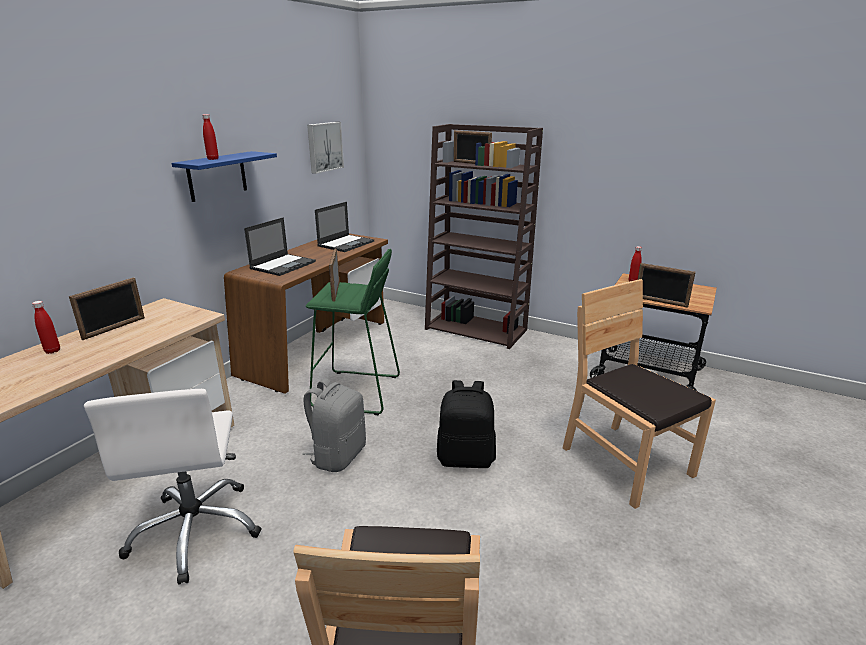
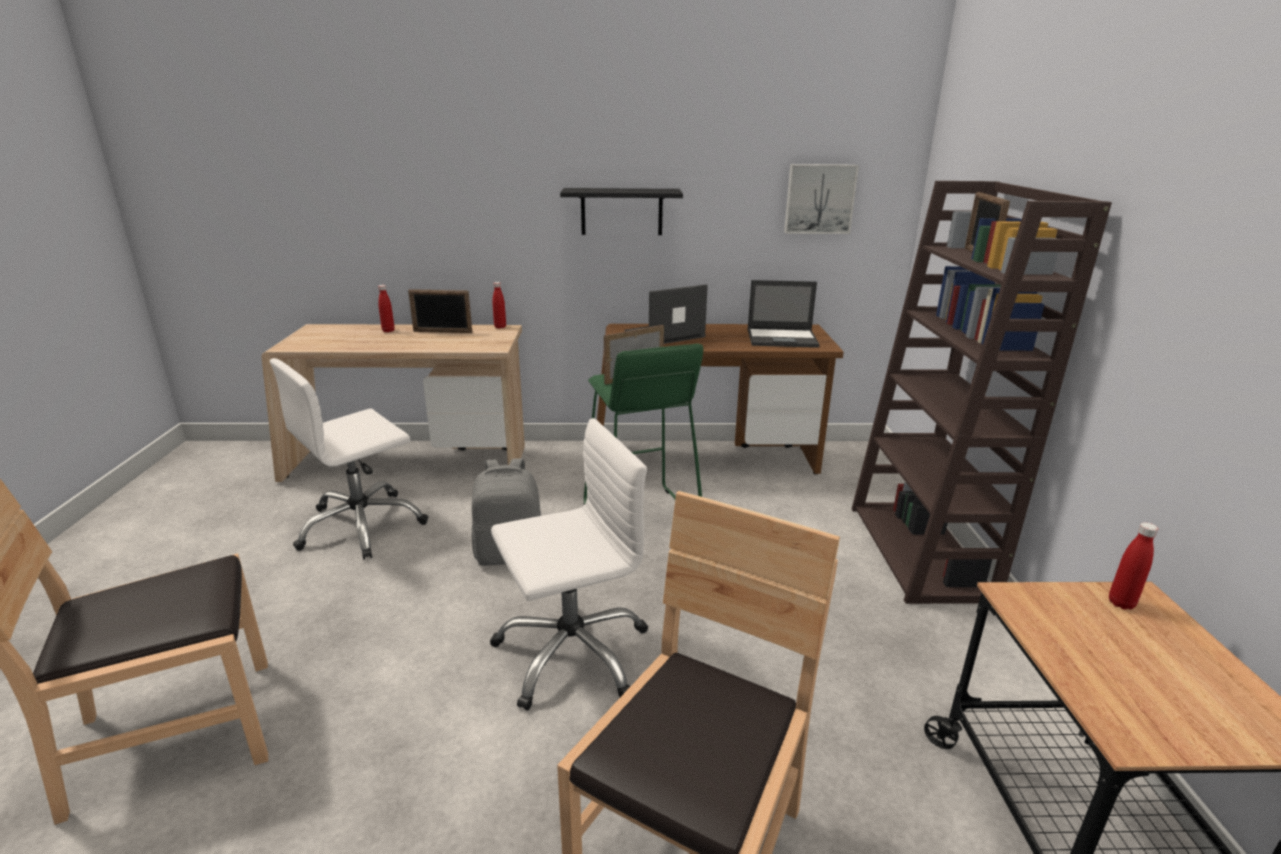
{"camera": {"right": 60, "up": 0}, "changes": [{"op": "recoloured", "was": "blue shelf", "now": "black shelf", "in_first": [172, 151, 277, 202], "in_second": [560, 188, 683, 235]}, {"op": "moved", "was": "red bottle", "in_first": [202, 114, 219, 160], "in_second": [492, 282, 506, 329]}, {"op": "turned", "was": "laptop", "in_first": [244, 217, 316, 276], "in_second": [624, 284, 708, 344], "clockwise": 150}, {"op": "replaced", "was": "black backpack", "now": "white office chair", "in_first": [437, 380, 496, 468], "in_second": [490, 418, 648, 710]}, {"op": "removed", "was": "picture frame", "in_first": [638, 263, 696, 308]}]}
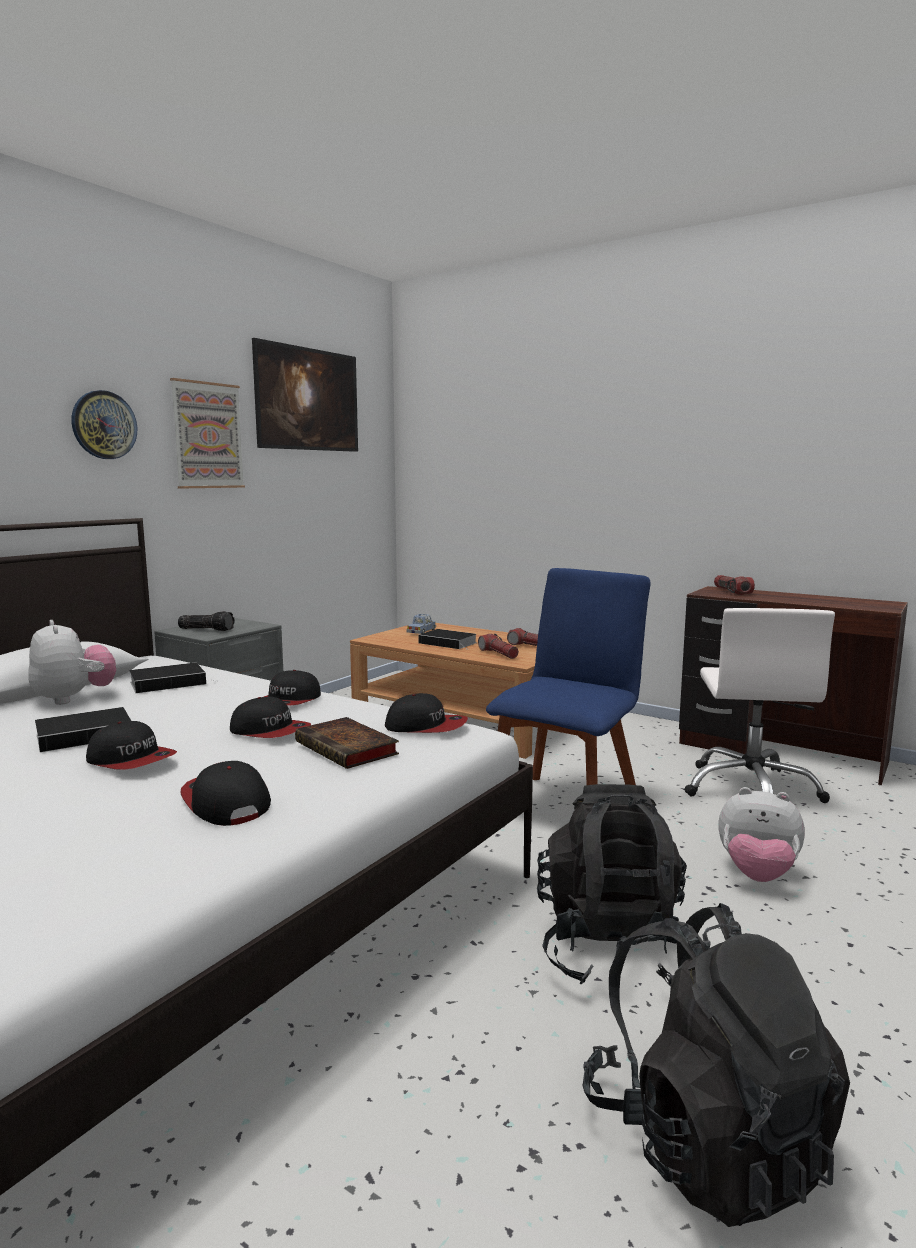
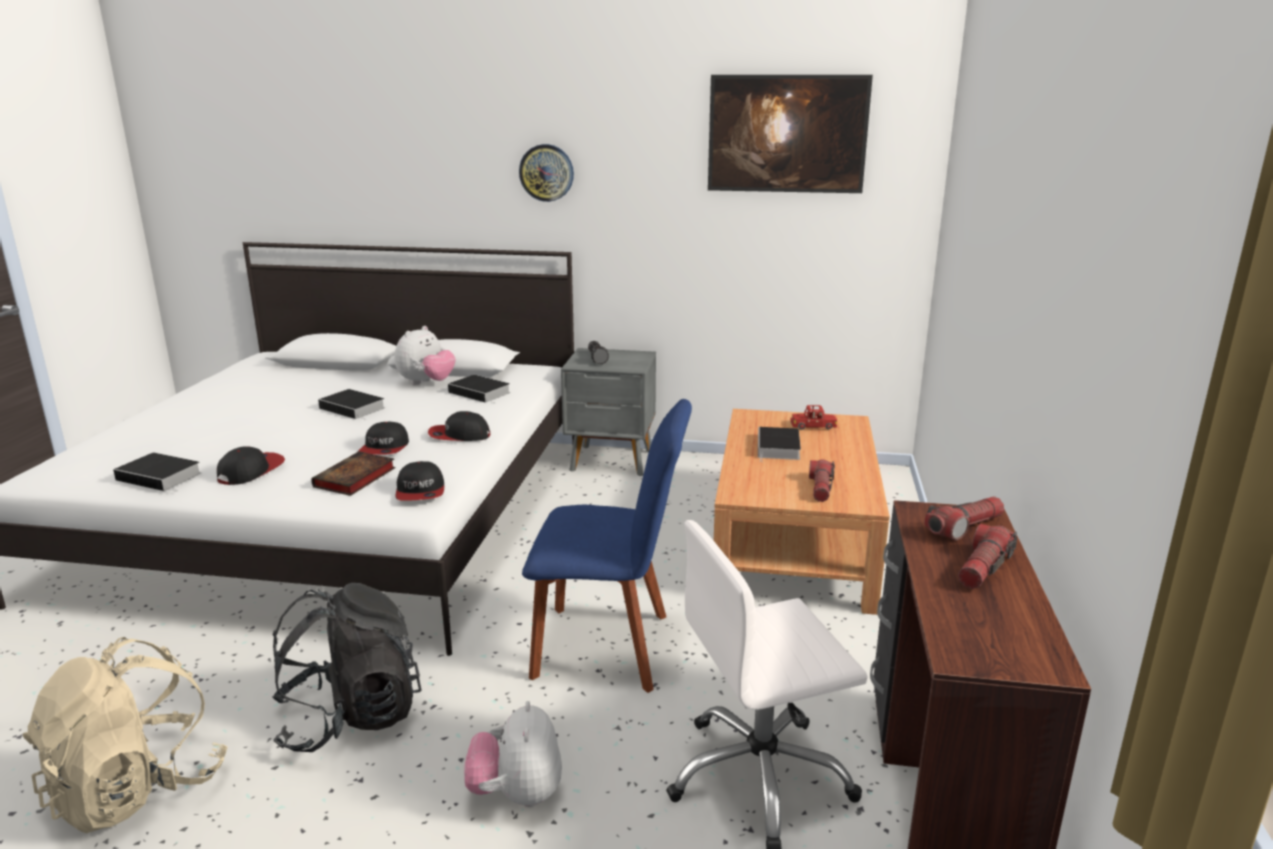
{"camera": {"right": 65, "up": 10}, "changes": [{"op": "removed", "was": "cap", "in_first": [86, 721, 177, 770]}, {"op": "removed", "was": "picture", "in_first": [170, 378, 245, 488]}, {"op": "recoloured", "was": "blue toy car", "now": "red toy car", "in_first": [407, 614, 436, 634], "in_second": [790, 405, 837, 430]}, {"op": "moved", "was": "flashlight", "in_first": [478, 634, 519, 659], "in_second": [958, 524, 1018, 589]}, {"op": "recoloured", "was": "black backpack", "now": "beige backpack", "in_first": [583, 903, 850, 1227], "in_second": [23, 637, 228, 833]}, {"op": "added", "now": "book", "in_second": [113, 453, 201, 492]}]}
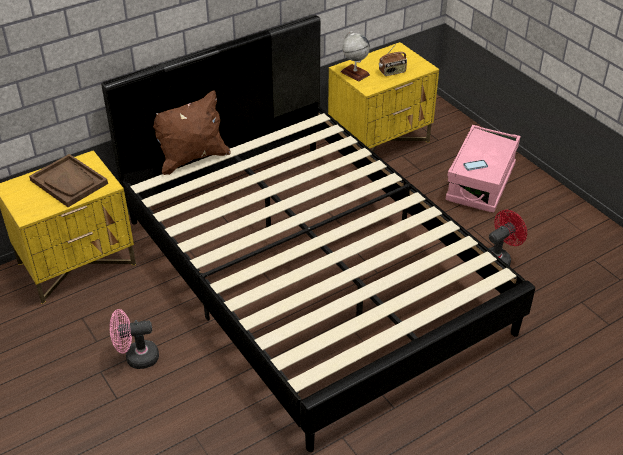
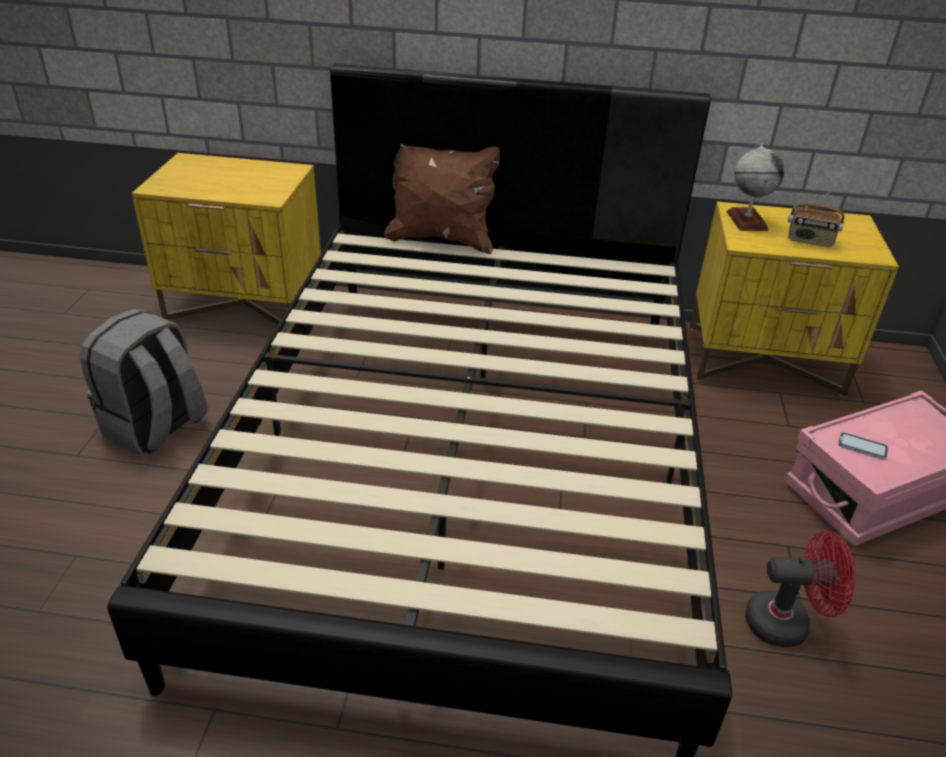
{"camera": {"right": 40, "up": -5}, "changes": [{"op": "removed", "was": "brown tray", "in_first": [29, 154, 108, 207]}, {"op": "replaced", "was": "pink fan", "now": "grey backpack", "in_first": [110, 309, 159, 369], "in_second": [80, 309, 208, 455]}]}
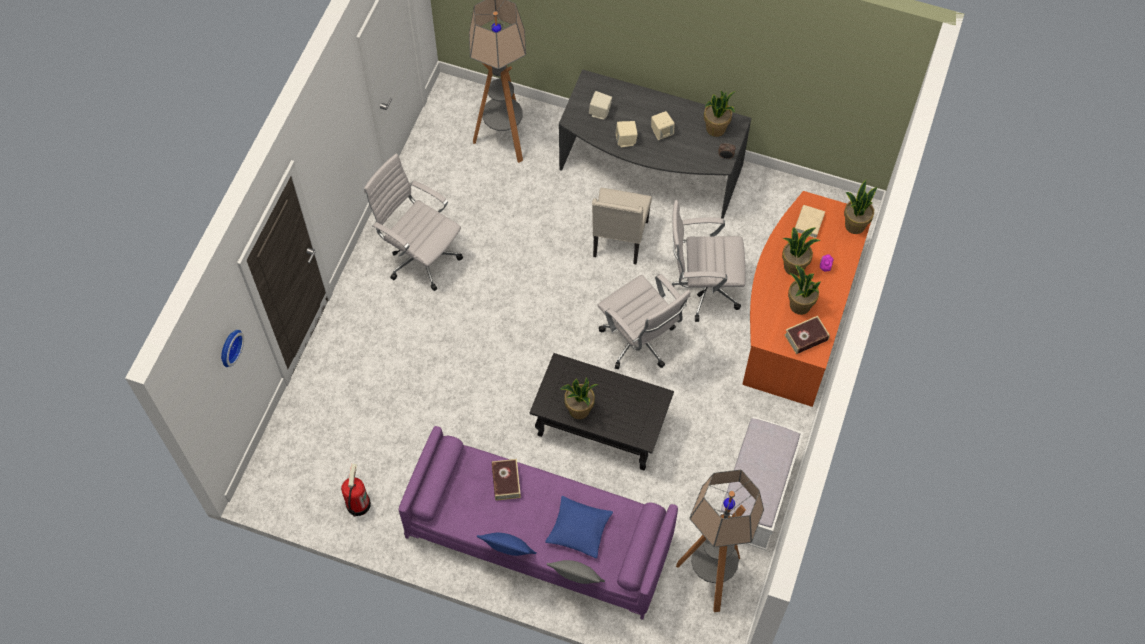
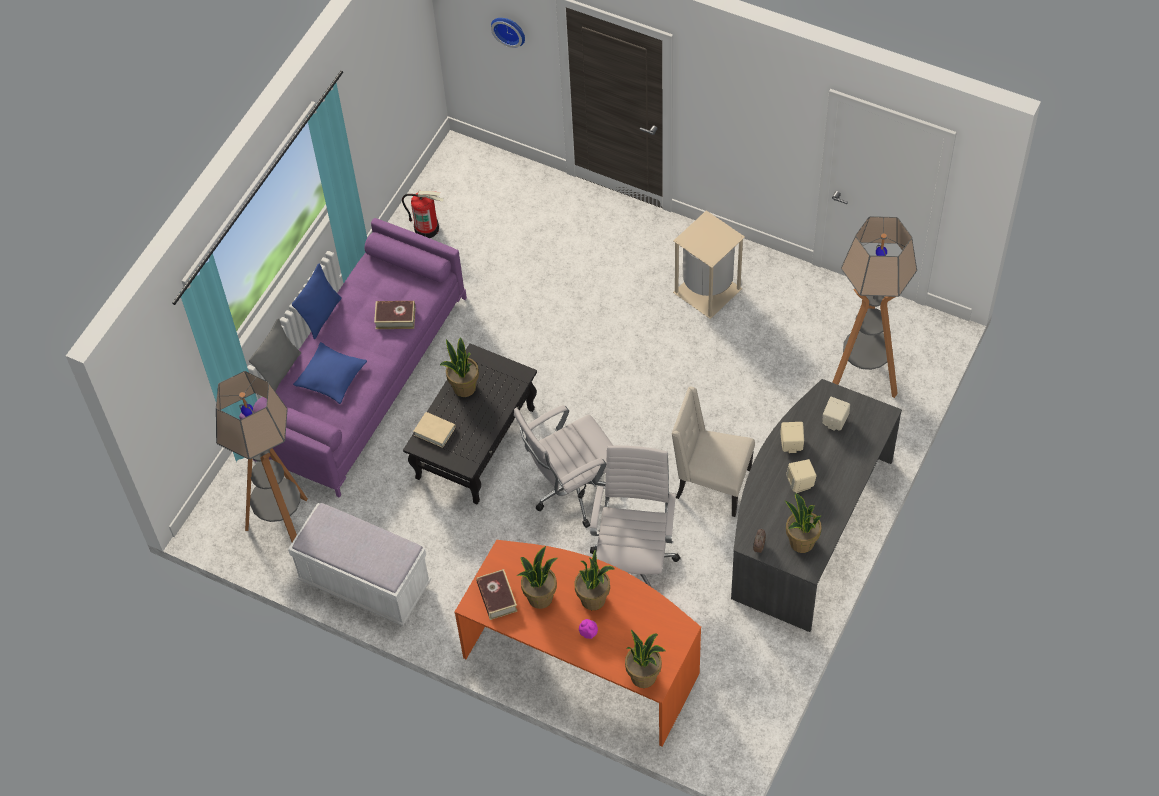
{"camera": {"right": 100, "up": -5}, "changes": [{"op": "replaced", "was": "white office chair", "now": "beige trash can", "in_first": [364, 154, 463, 291], "in_second": [673, 210, 745, 319]}, {"op": "moved", "was": "beige book", "in_first": [795, 205, 825, 238], "in_second": [413, 412, 456, 448]}]}
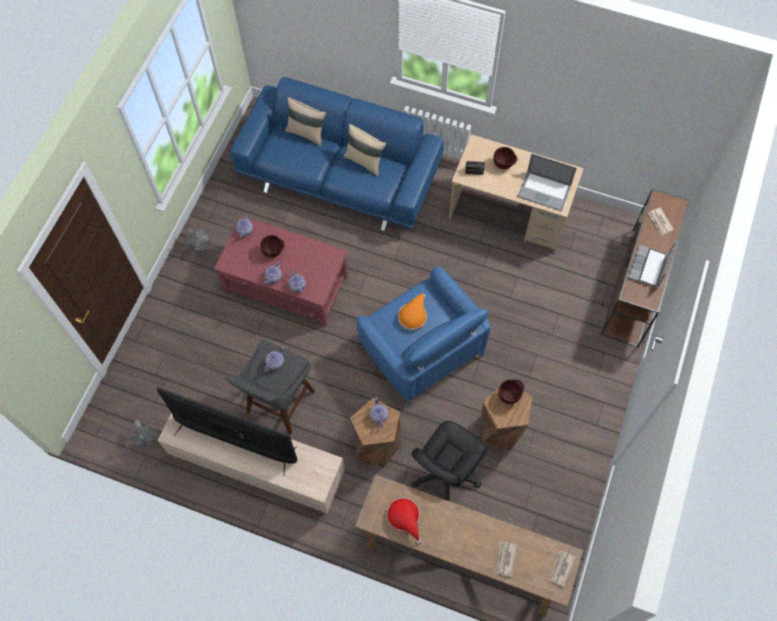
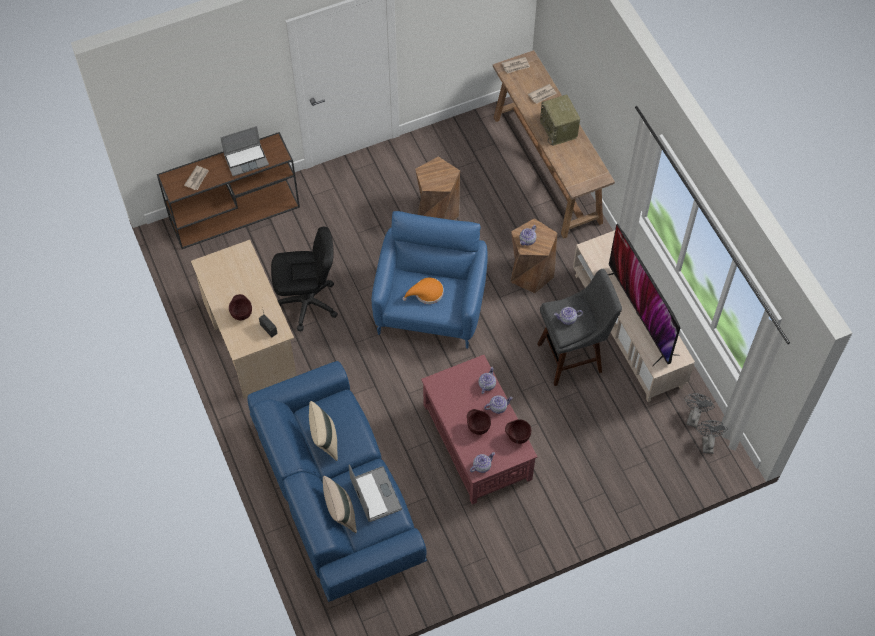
{"camera": {"right": -135, "up": -5}, "changes": [{"op": "moved", "was": "grey fan", "in_first": [186, 228, 211, 254], "in_second": [696, 420, 728, 454]}, {"op": "removed", "was": "red hat", "in_first": [387, 498, 421, 544]}, {"op": "moved", "was": "black office chair", "in_first": [411, 421, 486, 501], "in_second": [271, 227, 338, 332]}, {"op": "moved", "was": "brown bowl", "in_first": [498, 379, 524, 404], "in_second": [505, 419, 531, 444]}, {"op": "moved", "was": "laptop", "in_first": [518, 154, 577, 211], "in_second": [349, 464, 402, 522]}, {"op": "added", "now": "radio", "in_second": [540, 95, 580, 146]}]}
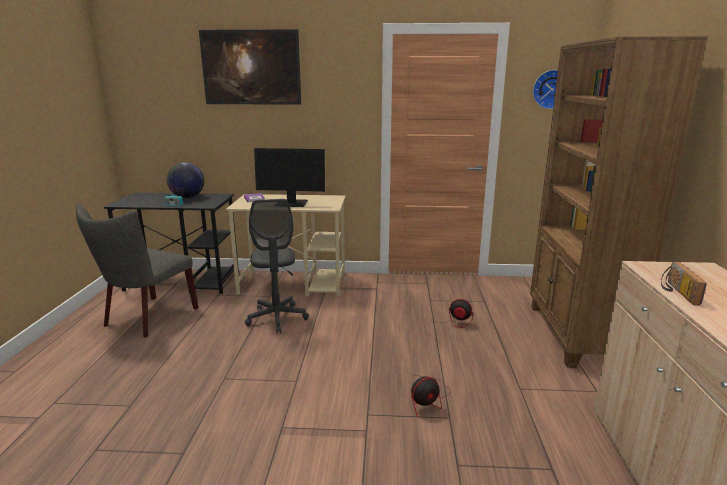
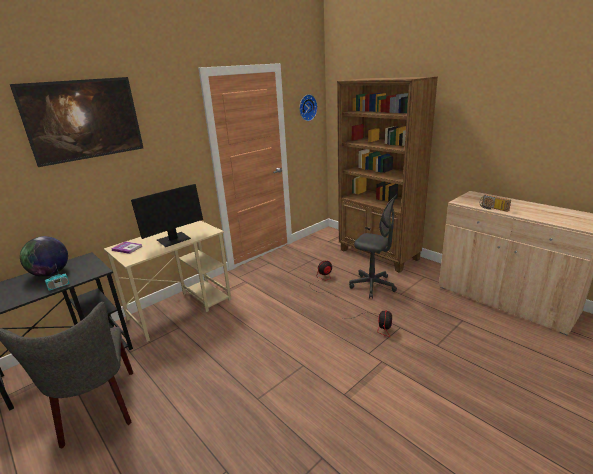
{"camera": {"right": -45, "up": 5}, "changes": [{"op": "moved", "was": "grey office chair", "in_first": [245, 199, 309, 334], "in_second": [349, 195, 397, 299]}]}
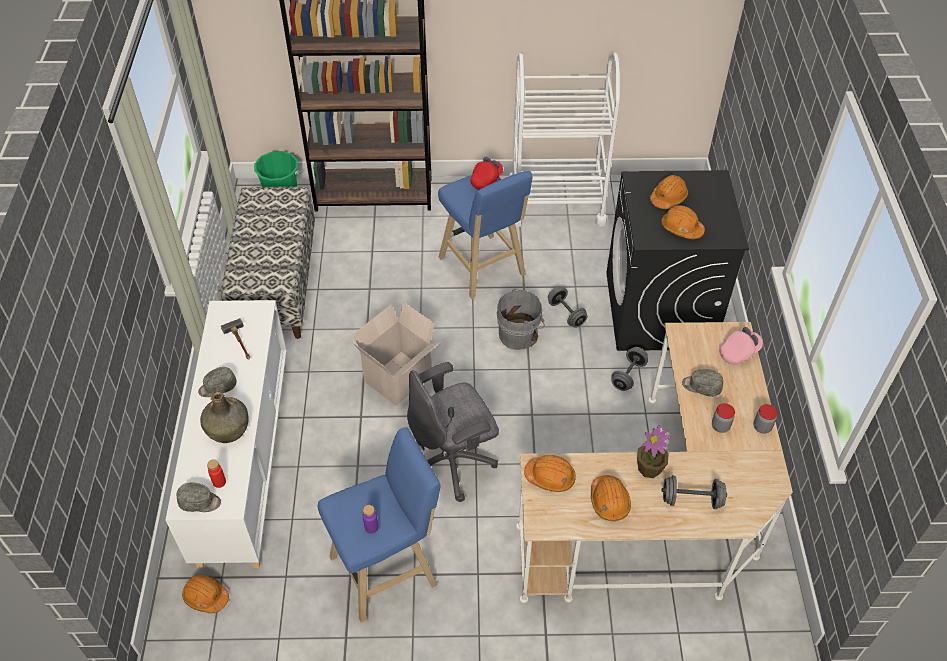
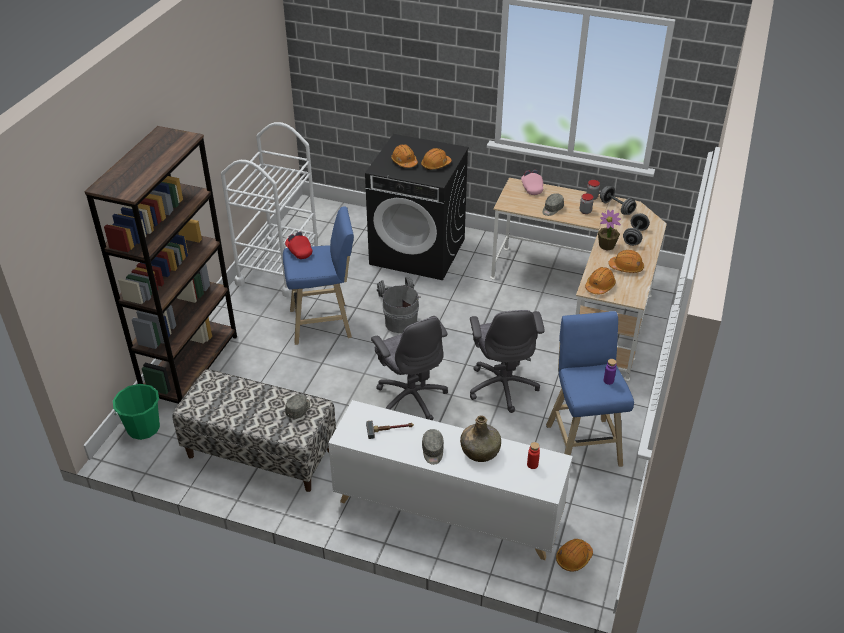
{"camera": {"right": -70, "up": -10}, "changes": [{"op": "moved", "was": "grey cap", "in_first": [177, 483, 221, 512], "in_second": [285, 394, 310, 419]}, {"op": "replaced", "was": "cardboard box", "now": "grey office chair", "in_first": [352, 302, 441, 406], "in_second": [371, 316, 448, 420]}, {"op": "moved", "was": "grey dumbbell", "in_first": [612, 347, 648, 391], "in_second": [600, 186, 636, 215]}]}
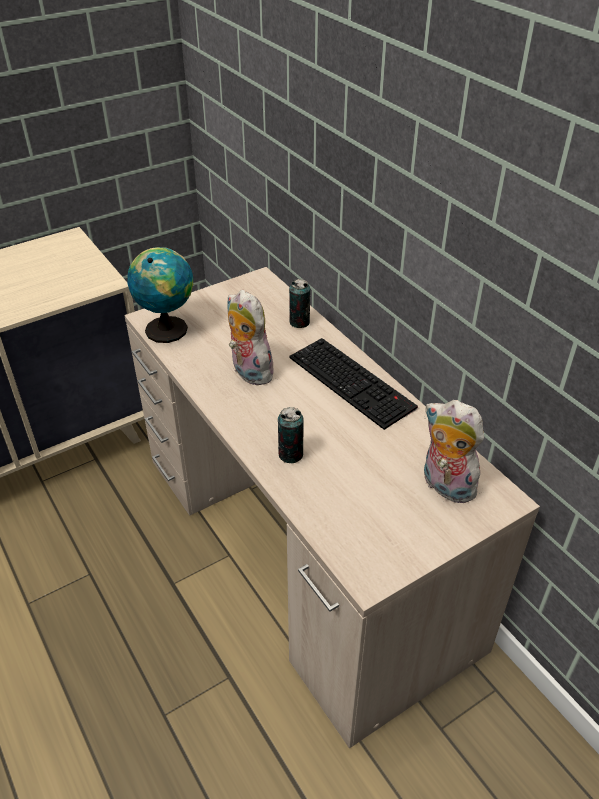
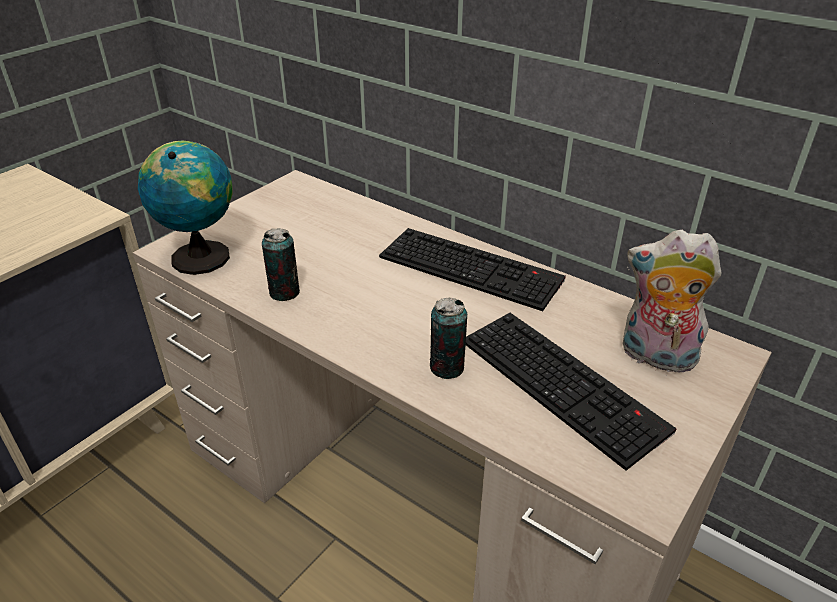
{"camera": {"right": -20, "up": -5}, "changes": [{"op": "removed", "was": "plush toy", "in_first": [227, 290, 274, 385]}, {"op": "moved", "was": "can", "in_first": [289, 279, 310, 328], "in_second": [262, 228, 300, 301]}, {"op": "added", "now": "keyboard", "in_second": [466, 313, 677, 471]}]}
